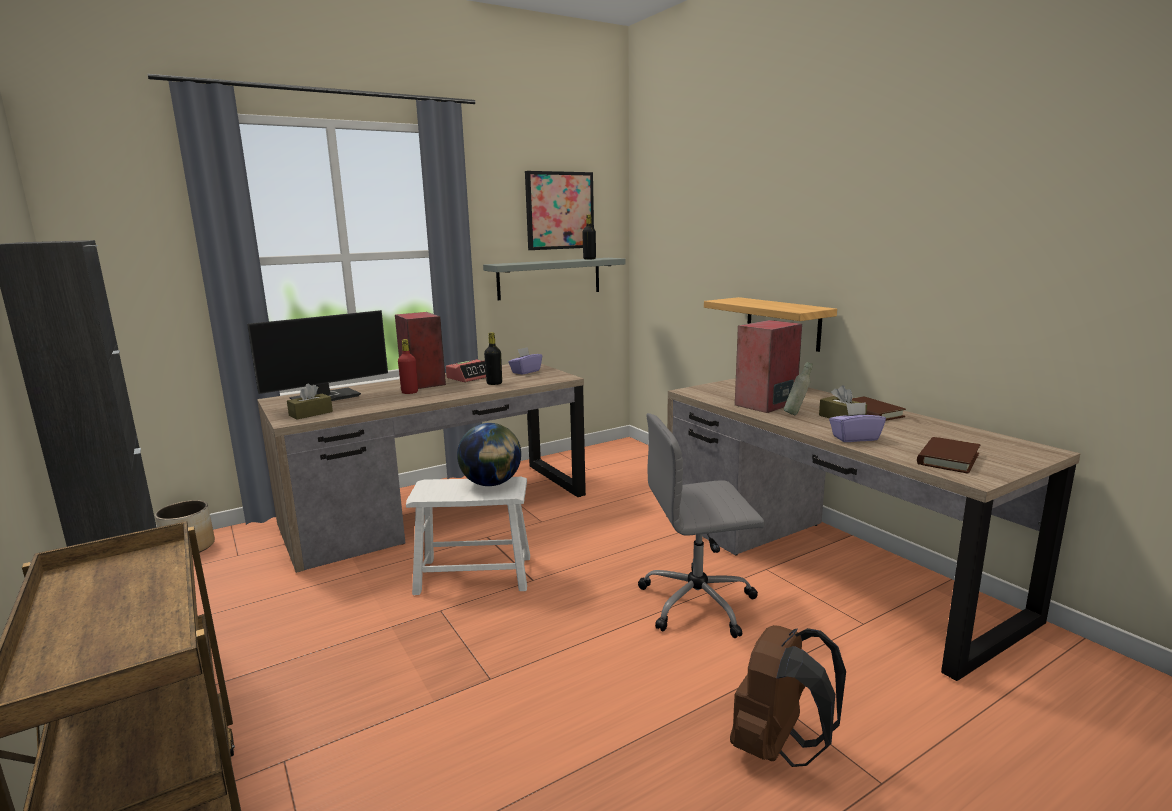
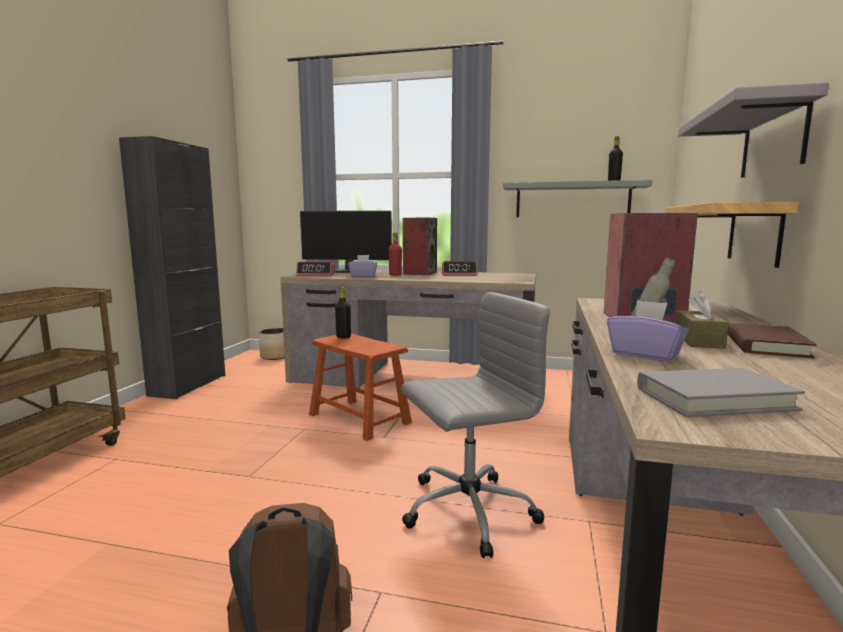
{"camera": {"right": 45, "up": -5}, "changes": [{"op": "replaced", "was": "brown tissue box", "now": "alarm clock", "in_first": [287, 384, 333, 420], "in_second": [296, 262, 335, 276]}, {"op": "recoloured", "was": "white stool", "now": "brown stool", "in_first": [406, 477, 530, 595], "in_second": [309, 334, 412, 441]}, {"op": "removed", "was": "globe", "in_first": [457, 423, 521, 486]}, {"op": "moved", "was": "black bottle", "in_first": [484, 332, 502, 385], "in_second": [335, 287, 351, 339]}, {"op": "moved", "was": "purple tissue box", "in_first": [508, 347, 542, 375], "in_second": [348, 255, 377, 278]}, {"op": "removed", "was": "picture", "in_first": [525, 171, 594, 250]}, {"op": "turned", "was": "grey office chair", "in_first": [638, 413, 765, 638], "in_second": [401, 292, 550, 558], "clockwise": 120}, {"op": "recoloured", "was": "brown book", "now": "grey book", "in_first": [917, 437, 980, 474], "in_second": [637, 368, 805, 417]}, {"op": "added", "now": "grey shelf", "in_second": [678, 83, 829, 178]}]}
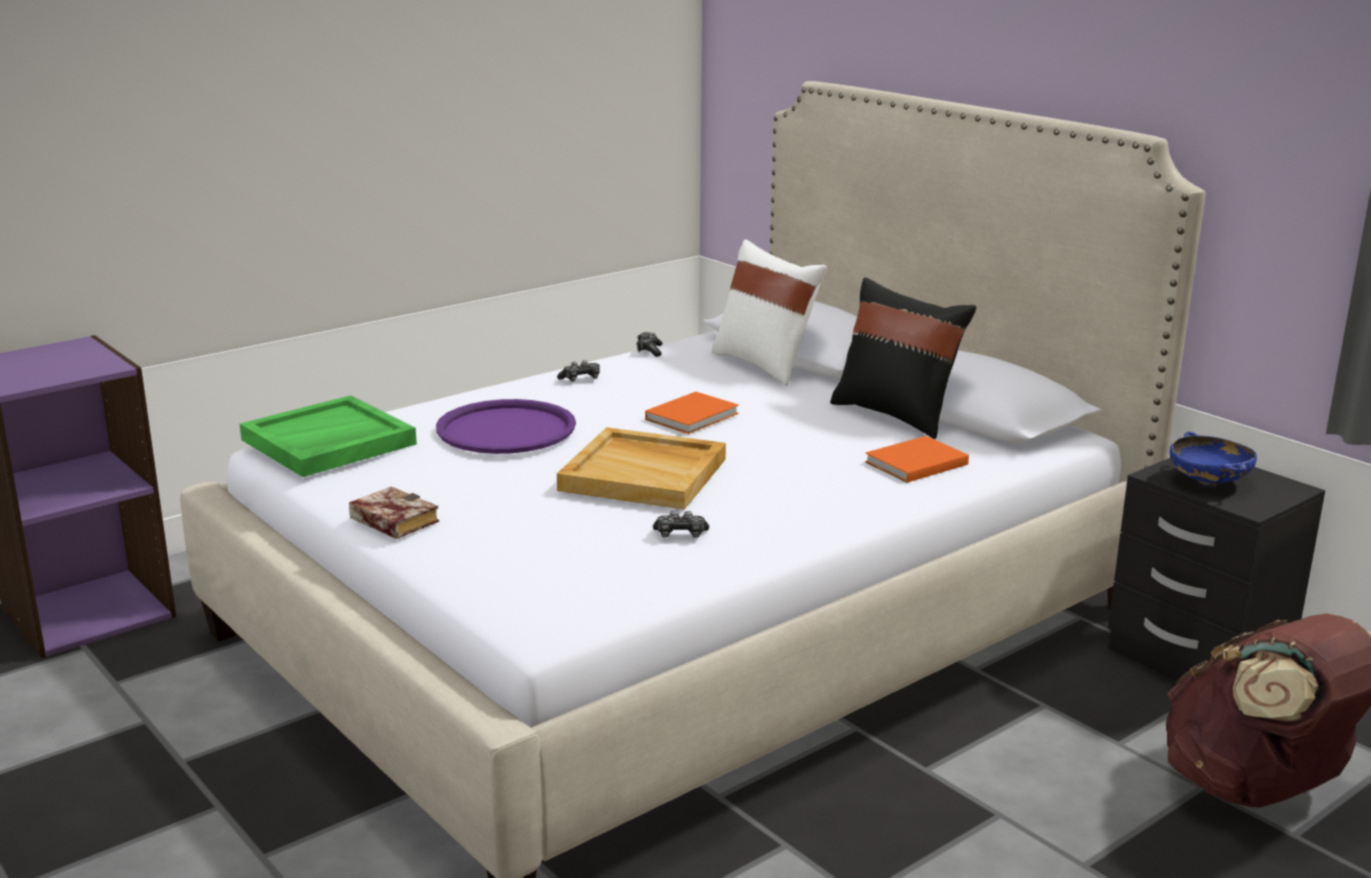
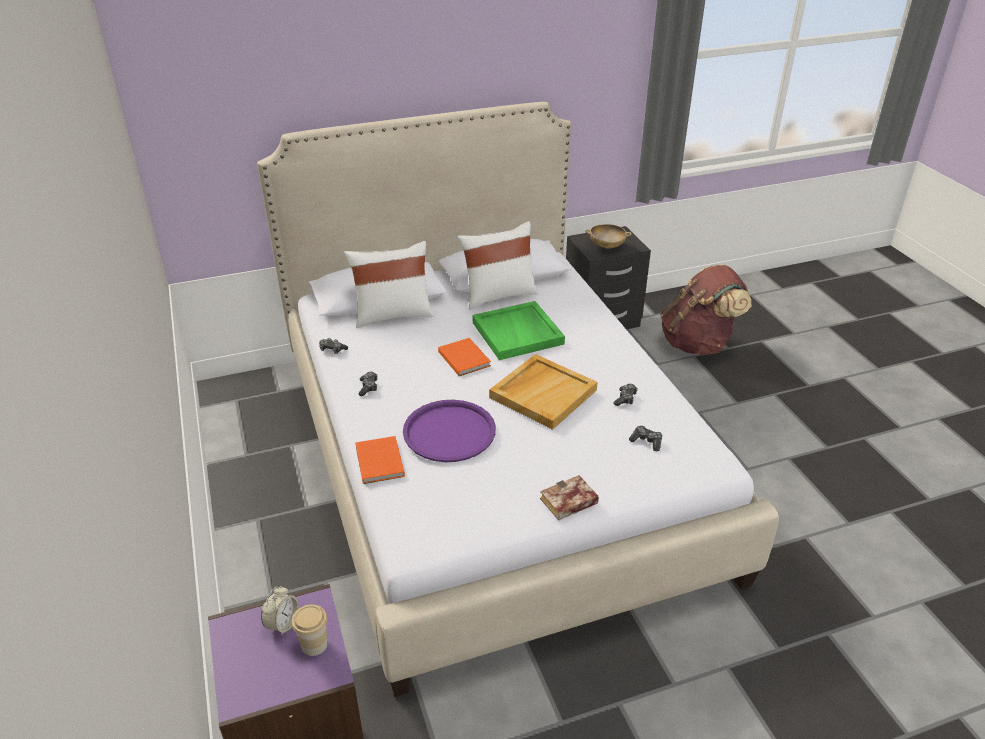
{"camera": {"right": -70, "up": 15}, "changes": [{"op": "moved", "was": "green tray", "in_first": [240, 395, 417, 477], "in_second": [473, 301, 565, 360]}, {"op": "recoloured", "was": "black pillow", "now": "white pillow", "in_first": [830, 278, 976, 439], "in_second": [457, 221, 538, 310]}, {"op": "moved", "was": "orange book", "in_first": [865, 436, 969, 483], "in_second": [355, 436, 405, 484]}, {"op": "recoloured", "was": "blue bowl", "now": "beige bowl", "in_first": [1170, 432, 1257, 486], "in_second": [585, 224, 632, 249]}, {"op": "added", "now": "alarm clock", "in_second": [261, 586, 299, 636]}, {"op": "added", "now": "cup", "in_second": [292, 604, 327, 656]}, {"op": "added", "now": "game controller", "in_second": [629, 426, 662, 451]}]}
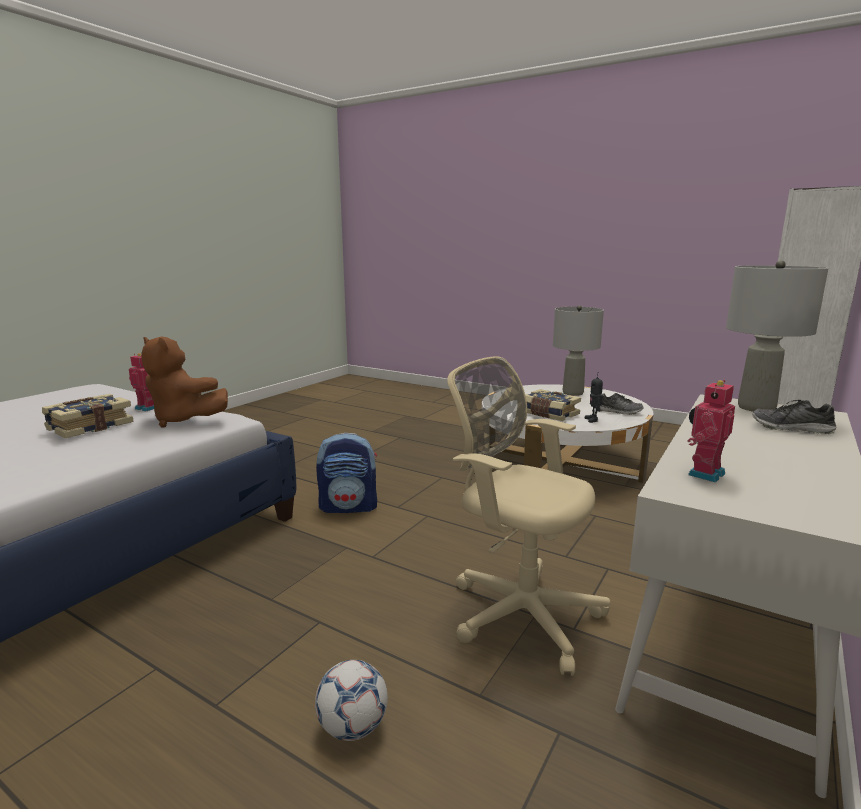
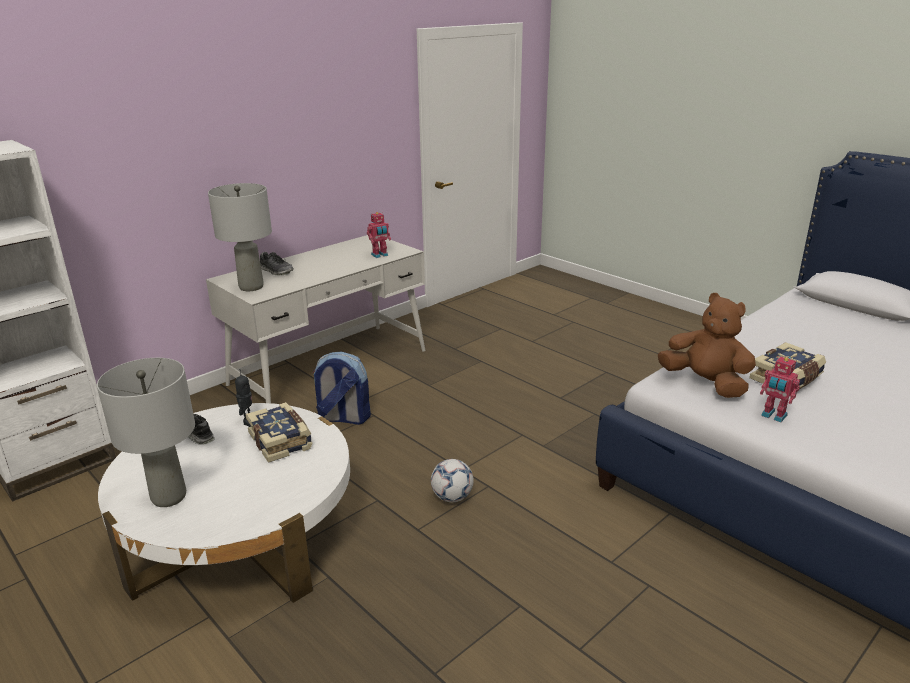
{"camera": {"right": -165, "up": 10}, "changes": [{"op": "moved", "was": "football", "in_first": [315, 660, 388, 741], "in_second": [431, 459, 474, 502]}, {"op": "moved", "was": "backpack", "in_first": [316, 433, 377, 513], "in_second": [312, 352, 371, 425]}, {"op": "removed", "was": "beige office chair", "in_first": [447, 356, 610, 676]}]}
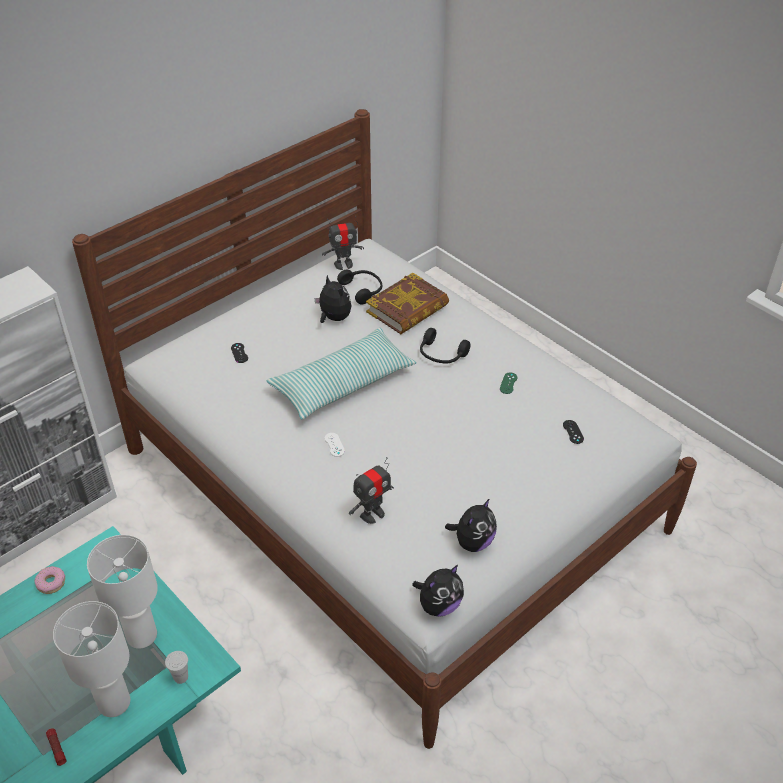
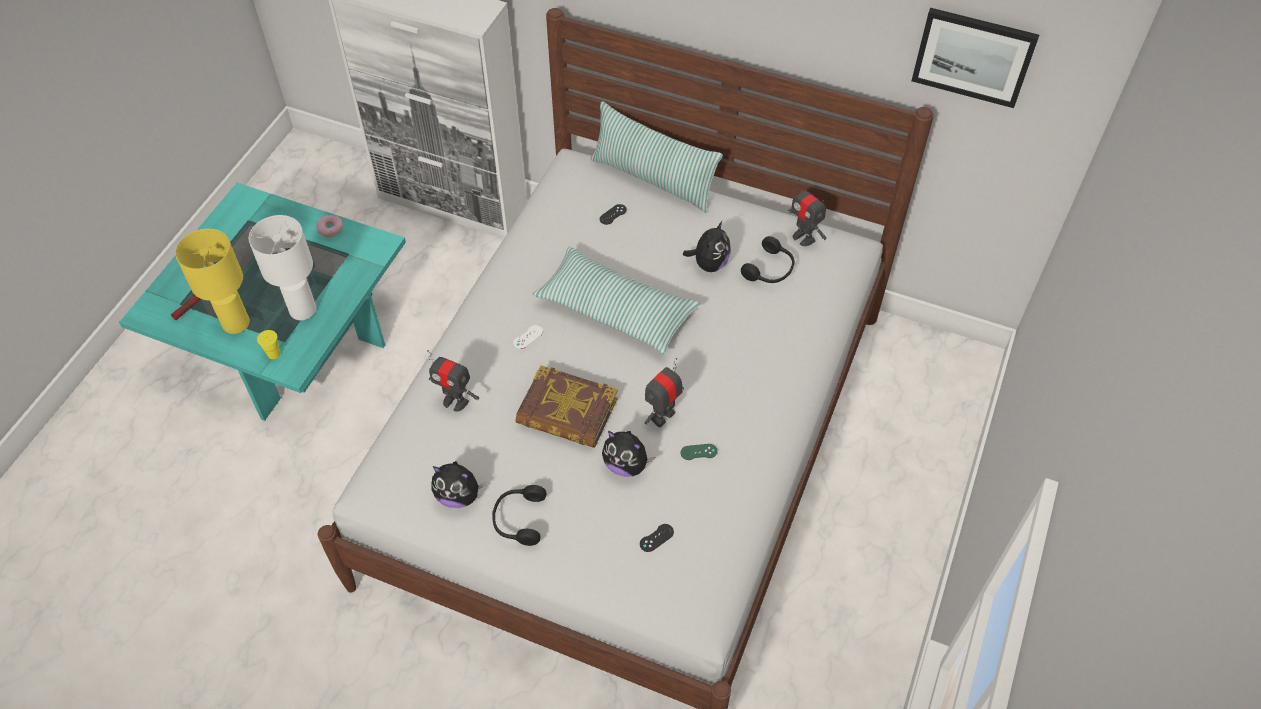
{"camera": {"right": 65, "up": 10}, "changes": [{"op": "recoloured", "was": "white table lamp", "now": "yellow table lamp", "in_first": [53, 601, 130, 717], "in_second": [175, 229, 250, 334]}, {"op": "recoloured", "was": "white cup", "now": "yellow cup", "in_first": [165, 651, 188, 684], "in_second": [257, 330, 280, 359]}, {"op": "moved", "was": "book", "in_first": [366, 273, 449, 334], "in_second": [516, 365, 618, 448]}, {"op": "moved", "was": "plush toy", "in_first": [412, 565, 464, 617], "in_second": [602, 431, 655, 477]}, {"op": "moved", "was": "black headphones", "in_first": [420, 328, 470, 363], "in_second": [492, 485, 546, 546]}, {"op": "added", "now": "pillow", "in_second": [591, 101, 723, 213]}, {"op": "added", "now": "toy robot", "in_second": [644, 358, 684, 427]}, {"op": "added", "now": "picture", "in_second": [911, 8, 1039, 108]}]}
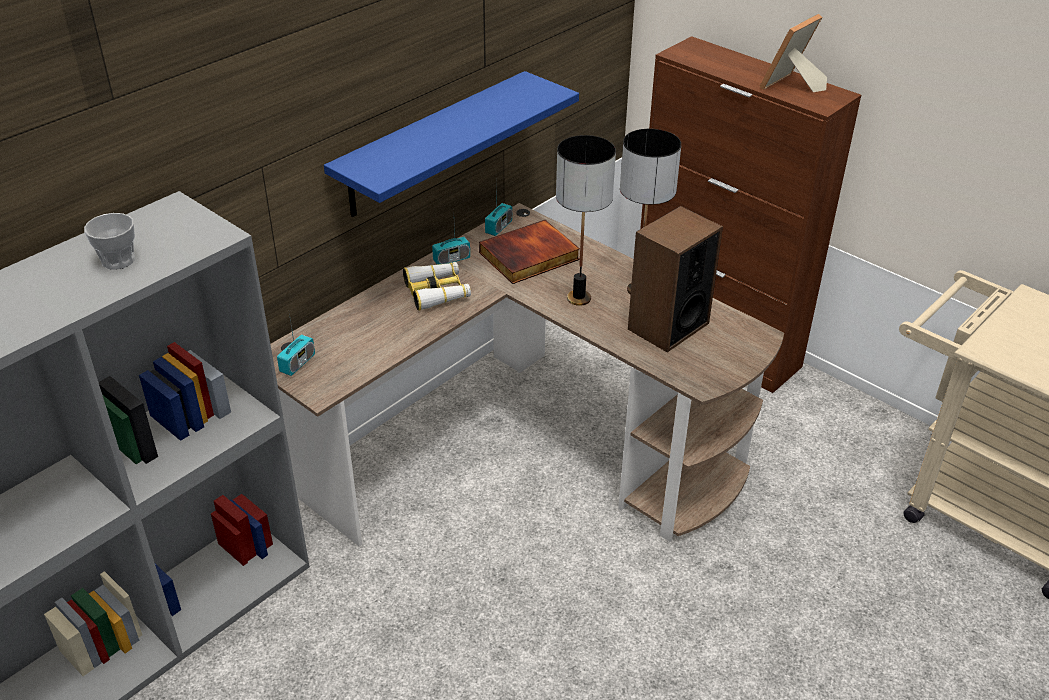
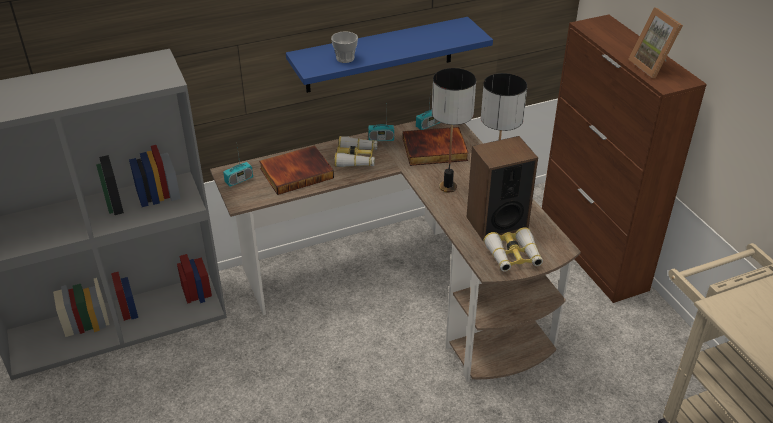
{"camera": {"right": 25, "up": 0}, "changes": [{"op": "moved", "was": "cup", "in_first": [84, 213, 135, 270], "in_second": [331, 31, 358, 63]}, {"op": "turned", "was": "picture frame", "in_first": [759, 14, 827, 92], "in_second": [628, 7, 683, 78], "clockwise": -90}, {"op": "added", "now": "book", "in_second": [259, 145, 334, 195]}, {"op": "added", "now": "binoculars", "in_second": [484, 227, 543, 271]}]}
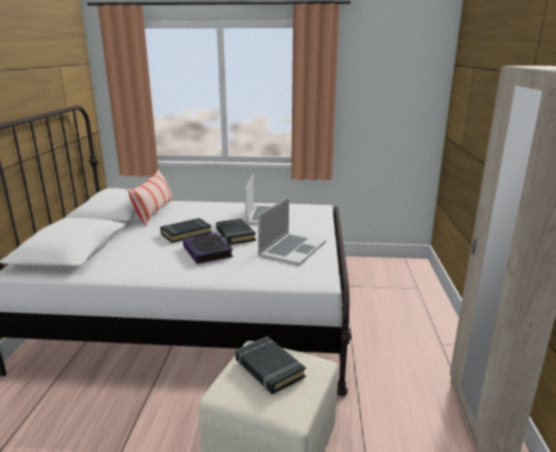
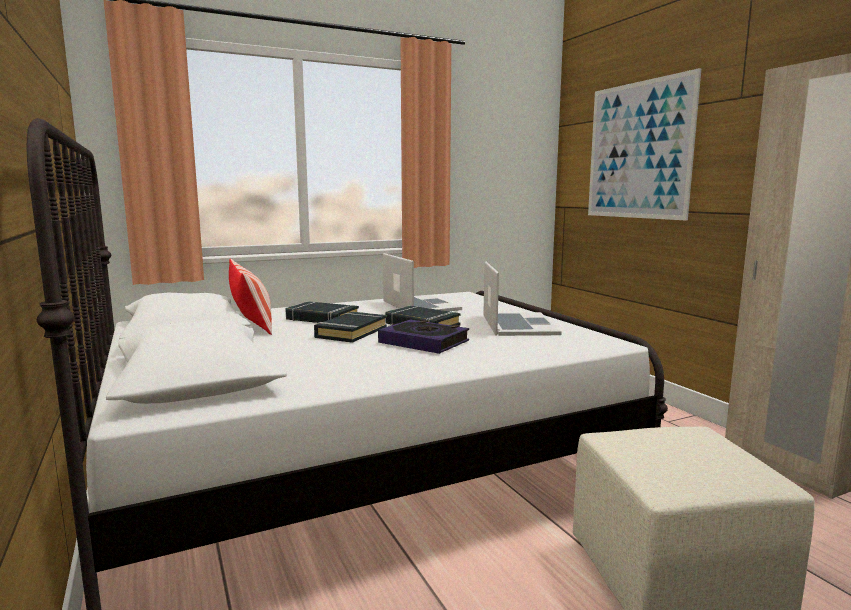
{"camera": {"right": -30, "up": -10}, "changes": [{"op": "moved", "was": "black book", "in_first": [235, 336, 306, 394], "in_second": [285, 301, 359, 323]}, {"op": "added", "now": "picture", "in_second": [588, 68, 701, 221]}]}
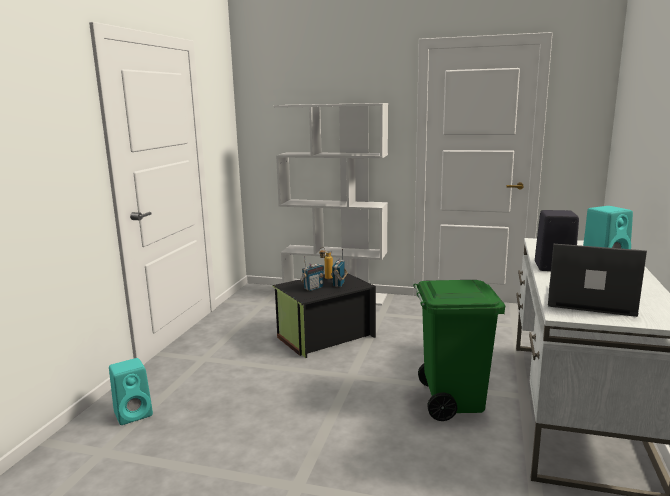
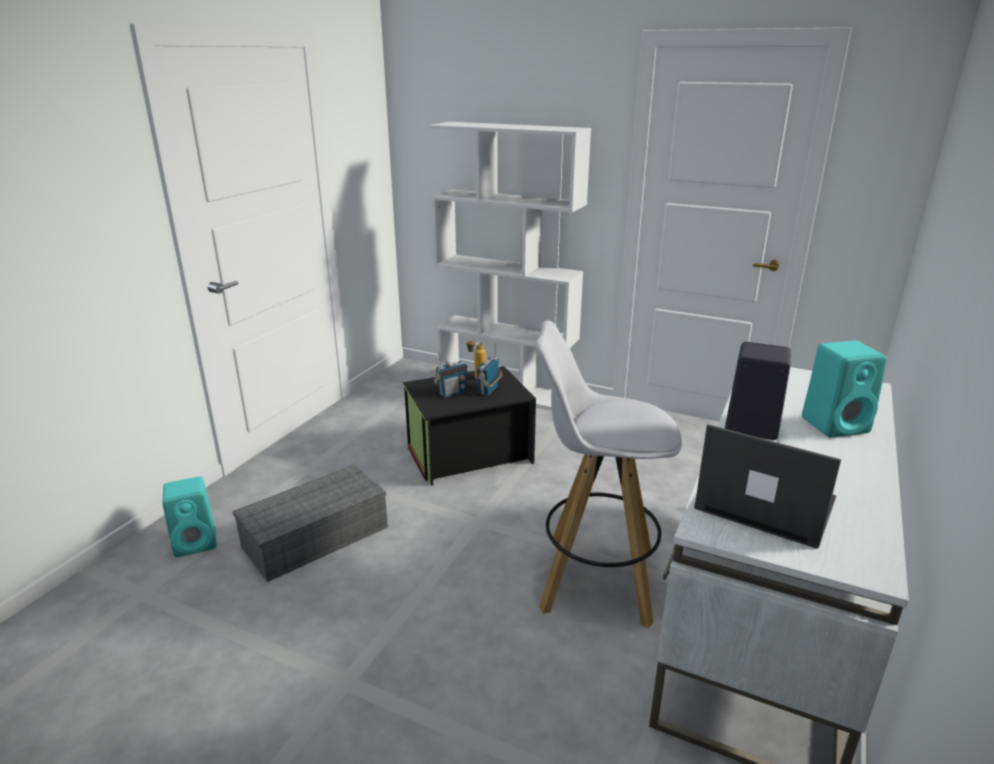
{"camera": {"right": 10, "up": 10}, "changes": [{"op": "replaced", "was": "green trash can", "now": "white stool", "in_first": [413, 280, 505, 421], "in_second": [535, 320, 682, 628]}, {"op": "added", "now": "grey storage box", "in_second": [233, 465, 388, 582]}]}
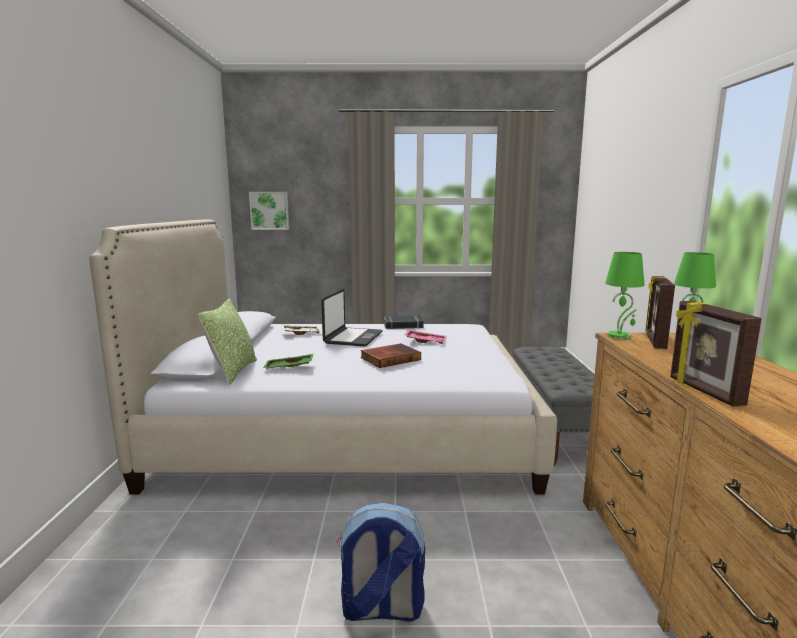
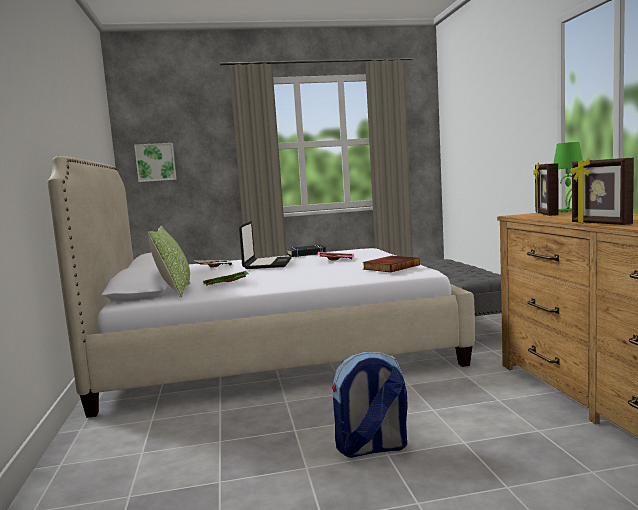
{"camera": {"right": -10, "up": -5}, "changes": [{"op": "moved", "was": "book", "in_first": [361, 343, 421, 368], "in_second": [363, 256, 420, 272]}, {"op": "removed", "was": "green table lamp", "in_first": [605, 252, 645, 339]}]}
